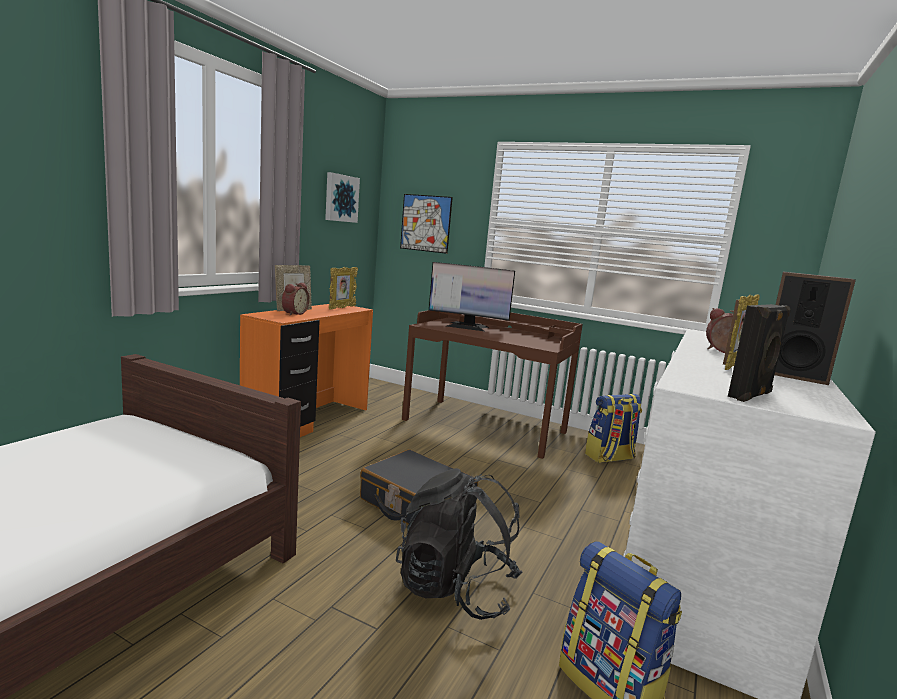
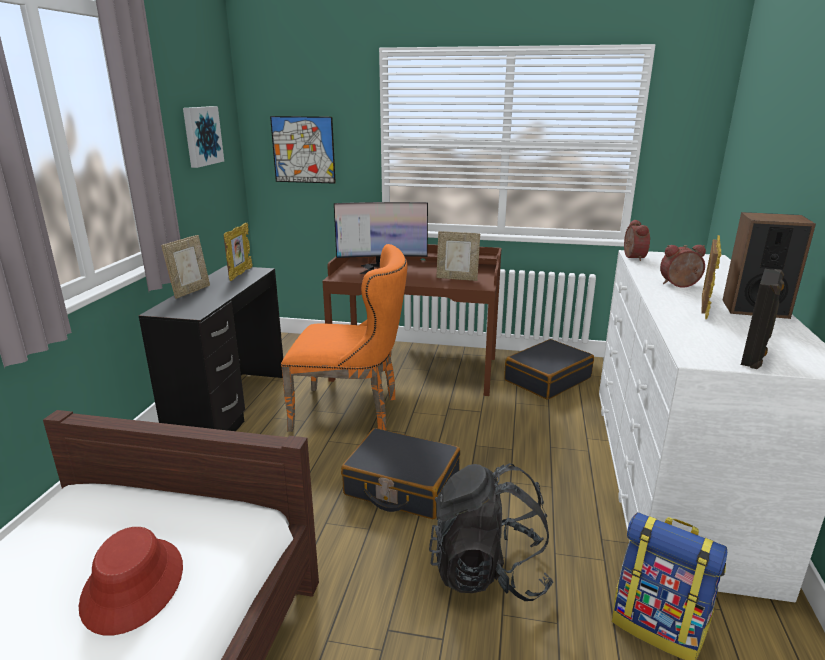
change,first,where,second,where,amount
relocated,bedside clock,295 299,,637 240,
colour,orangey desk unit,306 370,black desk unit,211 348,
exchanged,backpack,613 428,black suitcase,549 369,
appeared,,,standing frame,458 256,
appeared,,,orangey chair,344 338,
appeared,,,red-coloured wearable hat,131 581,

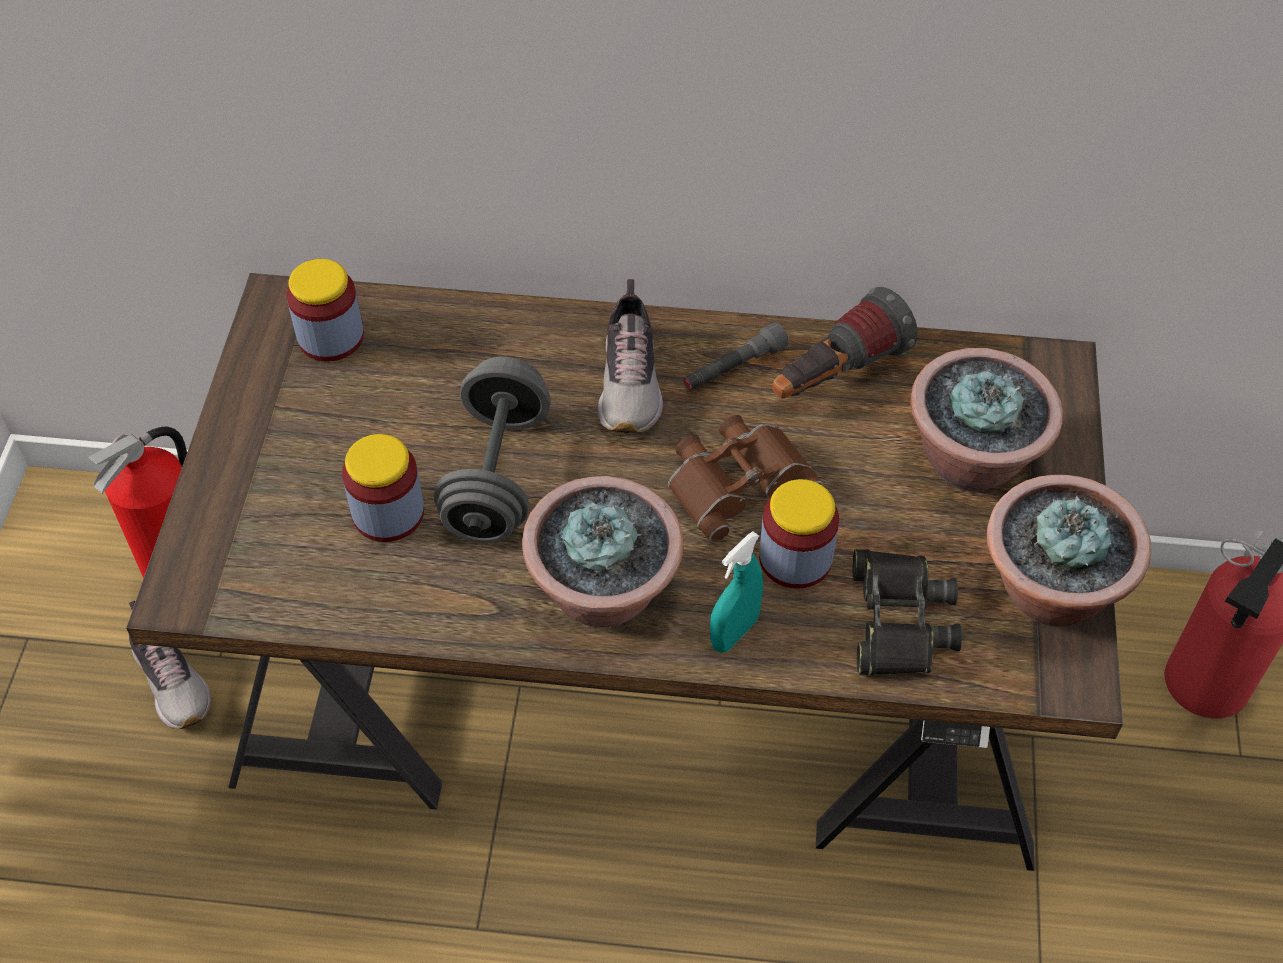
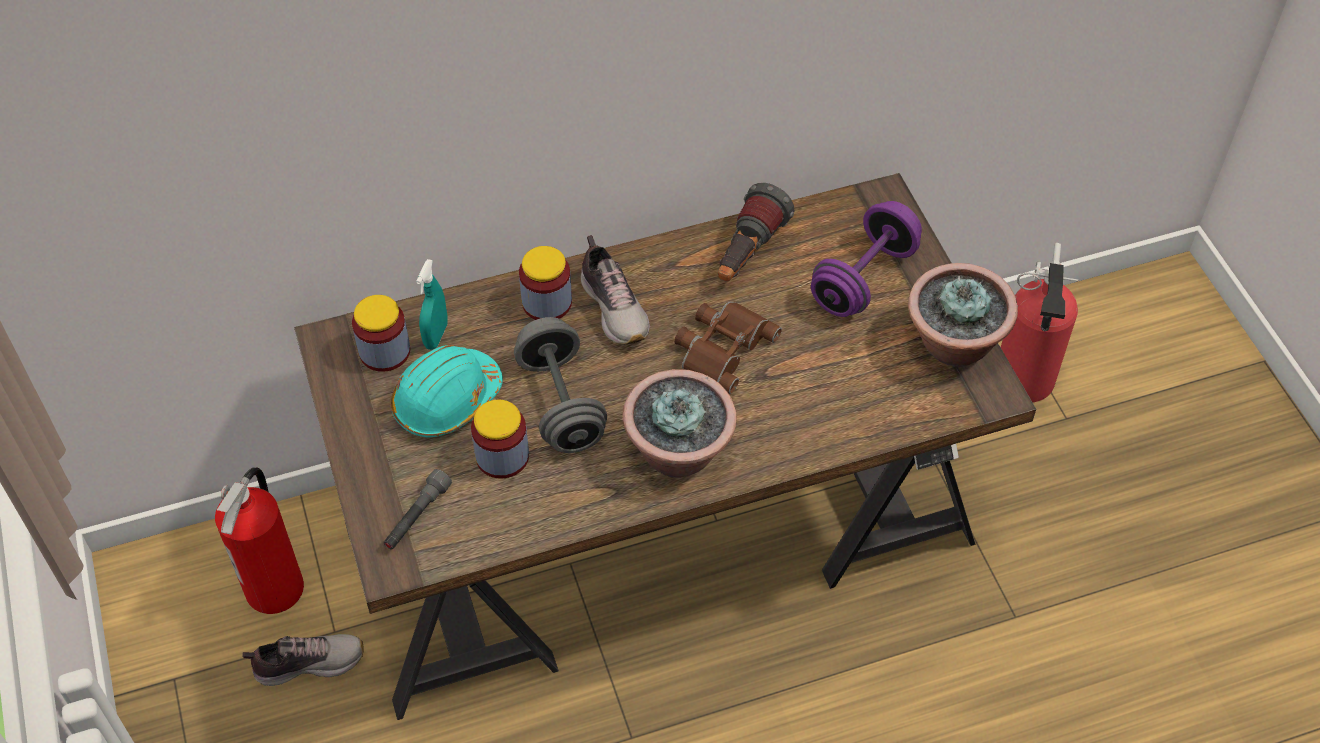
change,first,where,second,where,amount
relocated,gray flashlight,736 356,,417 509,
exchanged,houseplant,986 419,purple-coloured dumbbell,866 259,
relocated,storage jar,799 534,,545 283,
relocated,turquoise-coloured sprayer,736 592,,432 304,
missing,black pair of binoculars,907 612,,,
spun,item of footwear,170 665,,303 660,45 degrees counterclockwise
appeared,,,turquoise-coloured hard hat,447 391,

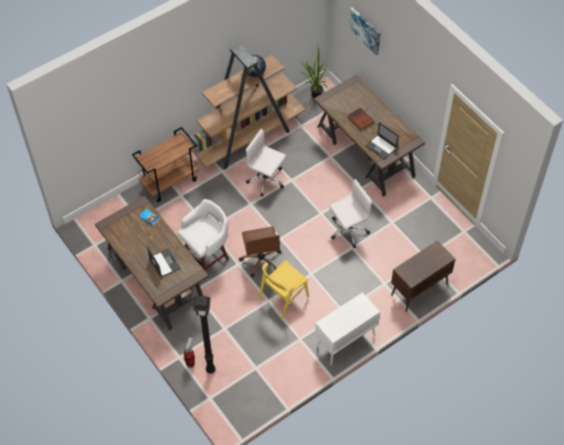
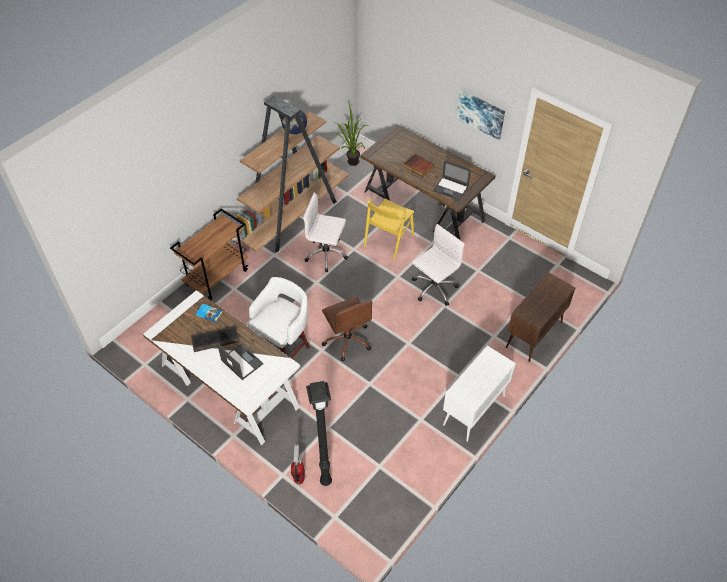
change,first,where,second,where,amount
relocated,picture,364 31,,481 115,
colour,brown-coloured desk unit,152 263,whitish desk unit,221 367,
relocated,yellow-coloured chair,284 290,,389 229,
appeared,,,computer keyboard,215 339,

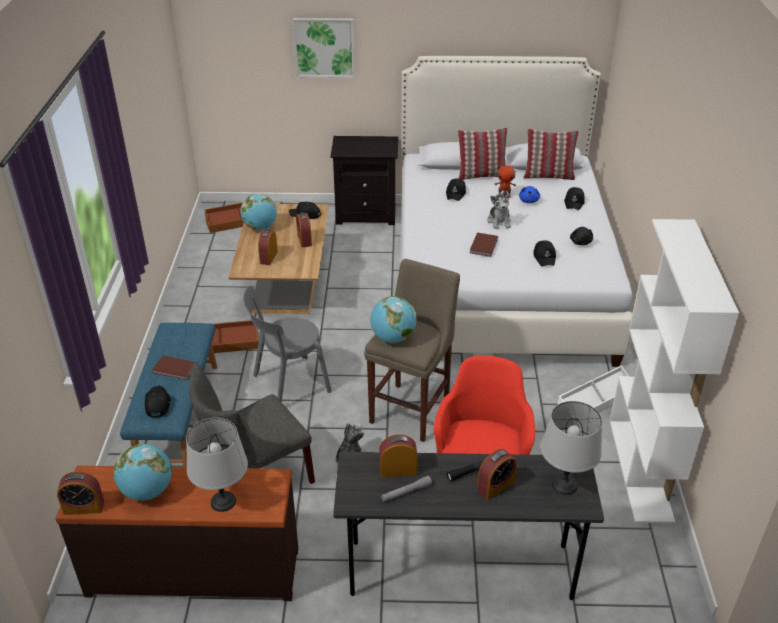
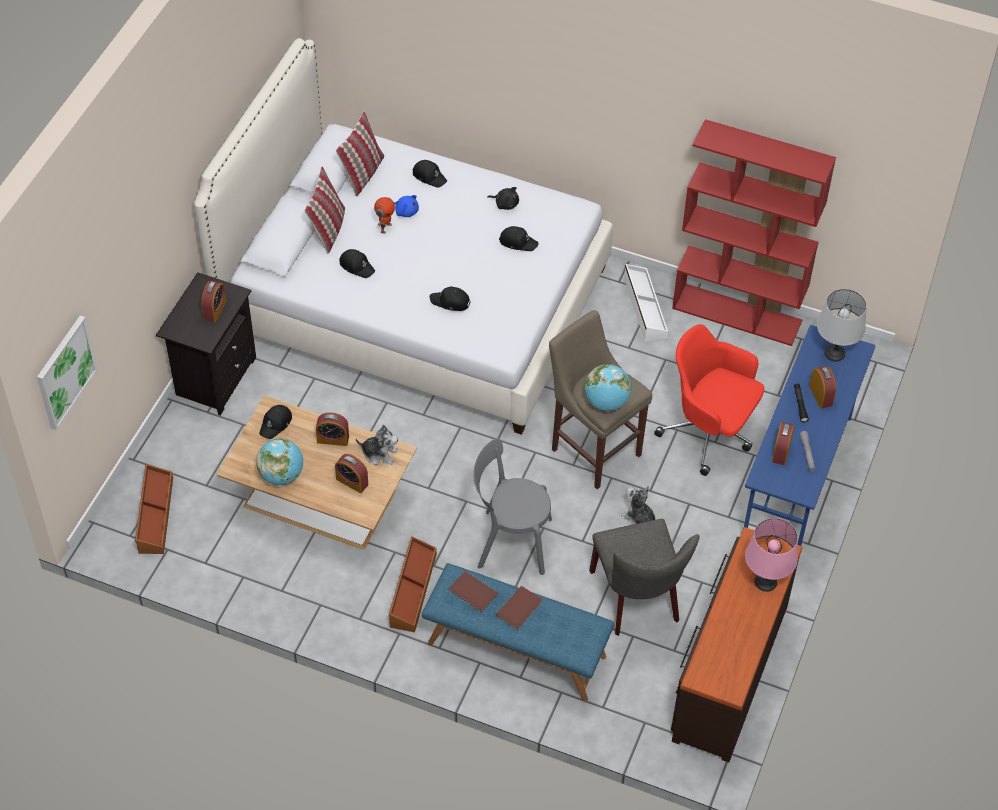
change,first,where,second,where,amount
relocated,picture,324 48,,67 373,
relocated,plush toy,499 209,,377 445,
colour,whitish bookcase,674 371,red-coloured bookcase,754 232,
relocated,brown-coloured volume,484 245,,473 591,
spun,gray chair,287 344,,512 506,105 degrees clockwise
relocated,black baseball cap,158 402,,450 298,
colour,gray table lamp,217 465,pink-coloured table lamp,771 555,
missing,world globe,143 472,,,
colour,gray desk unit,468 526,blue desk unit,809 435,
relocated,bedside clock,80 493,,213 301,

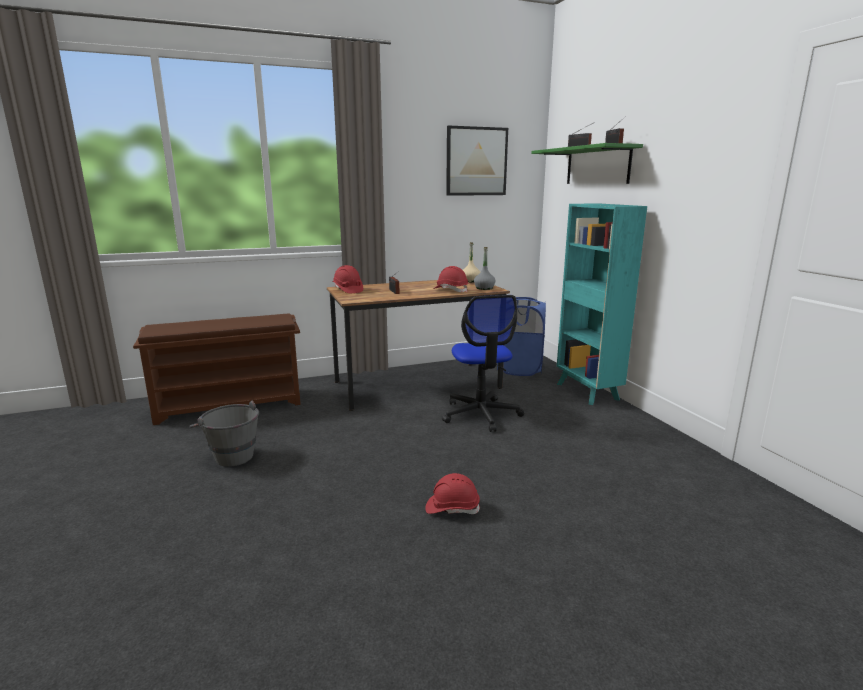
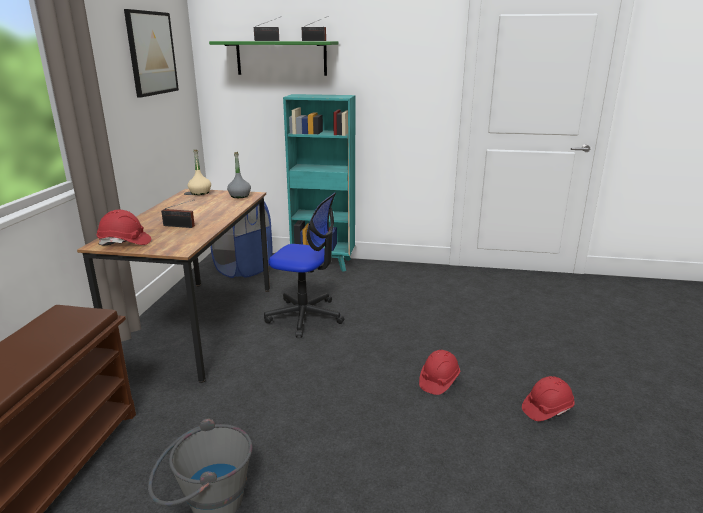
change,first,where,second,where,amount
relocated,red-coloured hard hat,451 279,,548 398,

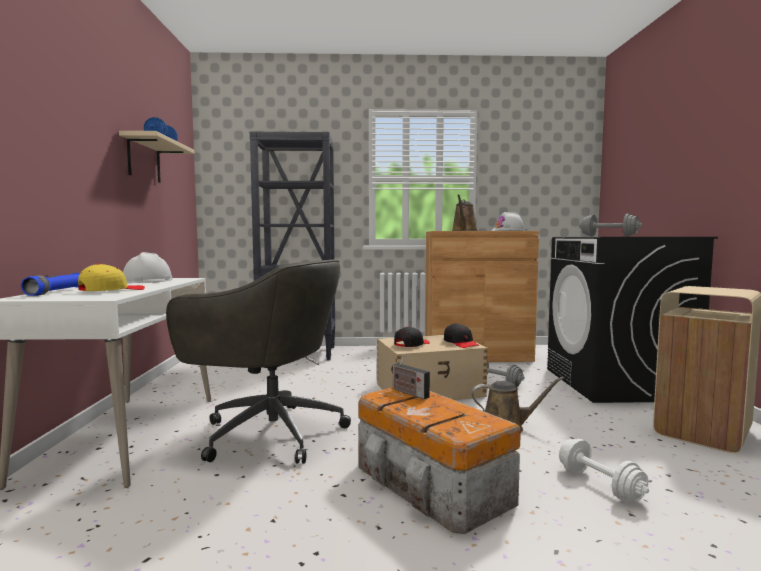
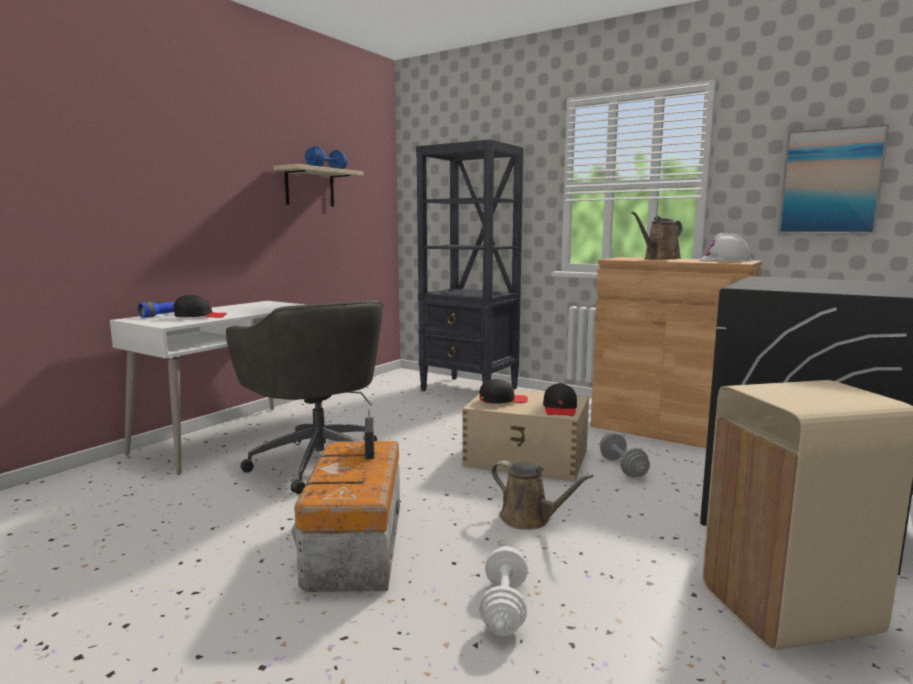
change,first,where,second,where,amount
missing,gray dumbbell,610 225,,,
missing,whitish hard hat,148 267,,,
colour,yellow-coloured baseball cap,111 277,black baseball cap,200 306,
appeared,,,picture,833 178,

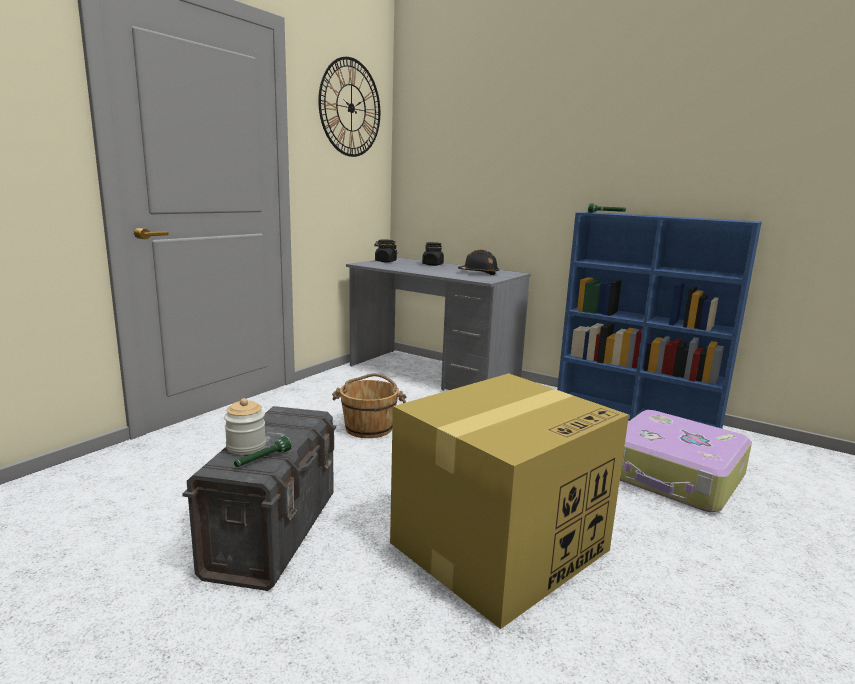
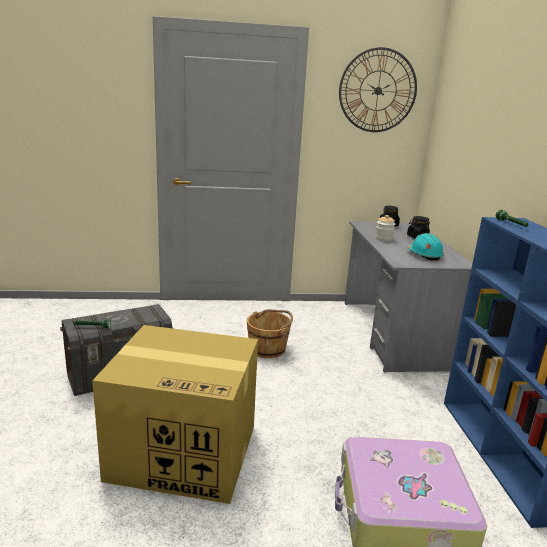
change,first,where,second,where,amount
colour,black hard hat,479 262,turquoise-coloured hard hat,425 246,
relocated,storage jar,245 426,,385 228,

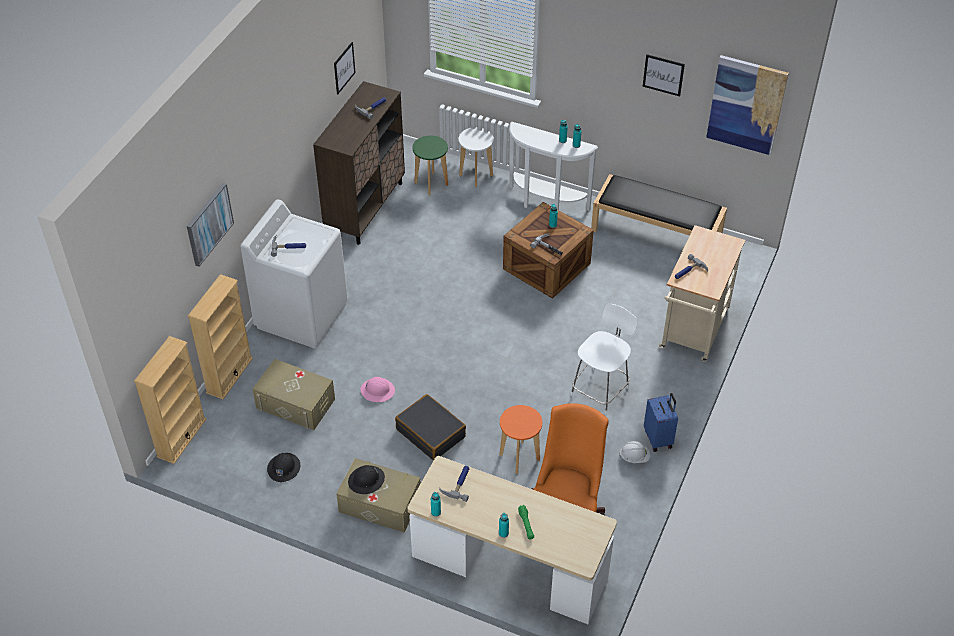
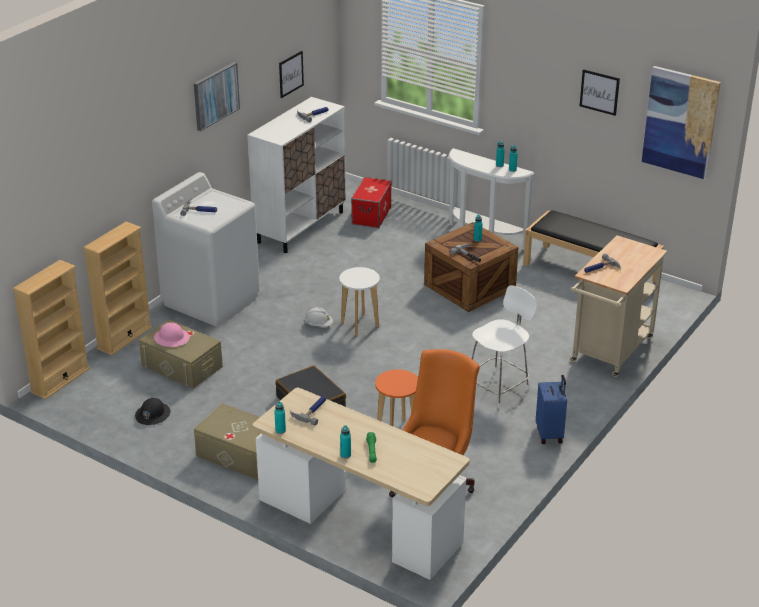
change,first,where,second,where,amount
colour,brown-coloured cupboard,359 163,whitish cupboard,296 175,
relocated,whitish sitting stool,476 157,,359 301,
exchanged,green-coloured sitting stool,430 165,storage bin,371 202,
relocated,picture,210 225,,217 96,
relocated,pink-coloured hard hat,378 389,,172 334,
relocated,whitish hard hat,634 452,,318 317,
missing,black hard hat,366 479,,,

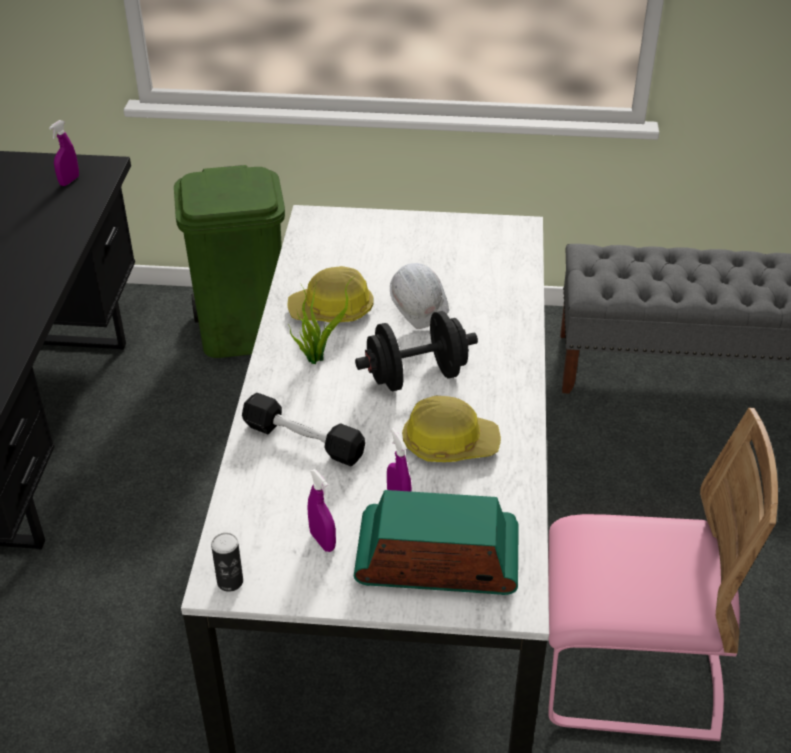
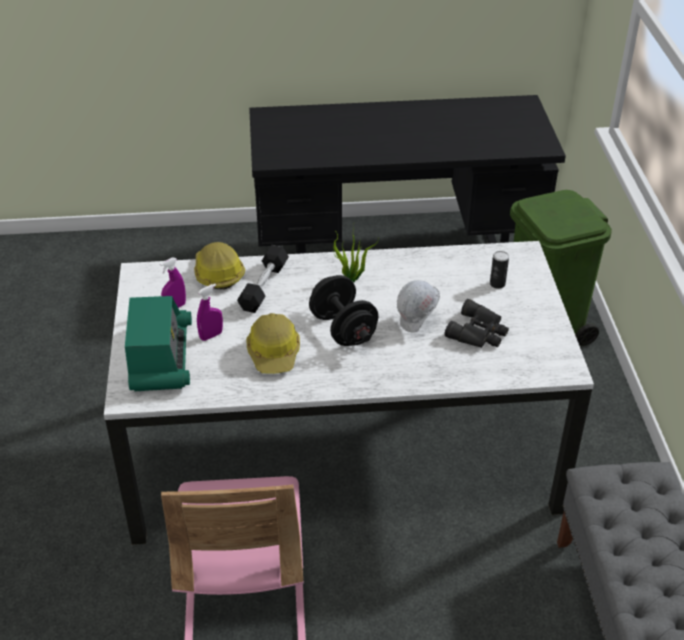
change,first,where,second,where,amount
missing,purple-coloured sprayer,64 153,,,
relocated,hard hat,330 294,,219 266,
relocated,metal can,227 562,,499 270,
appeared,,,black pair of binoculars,477 323,

